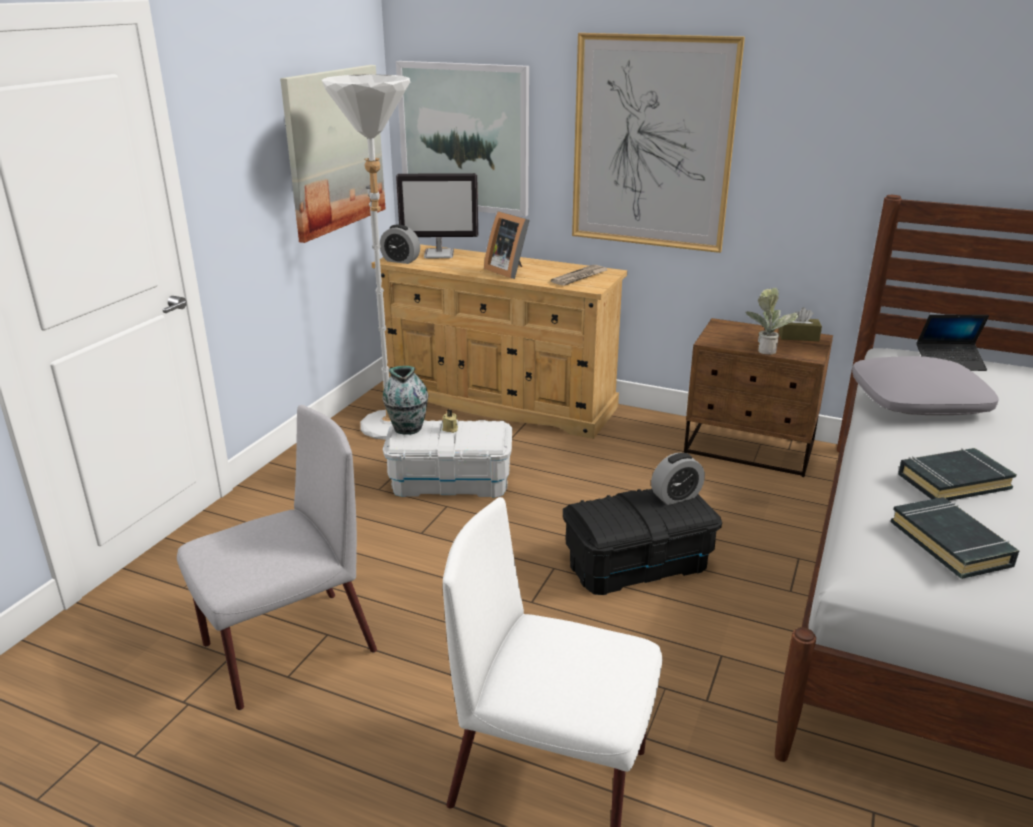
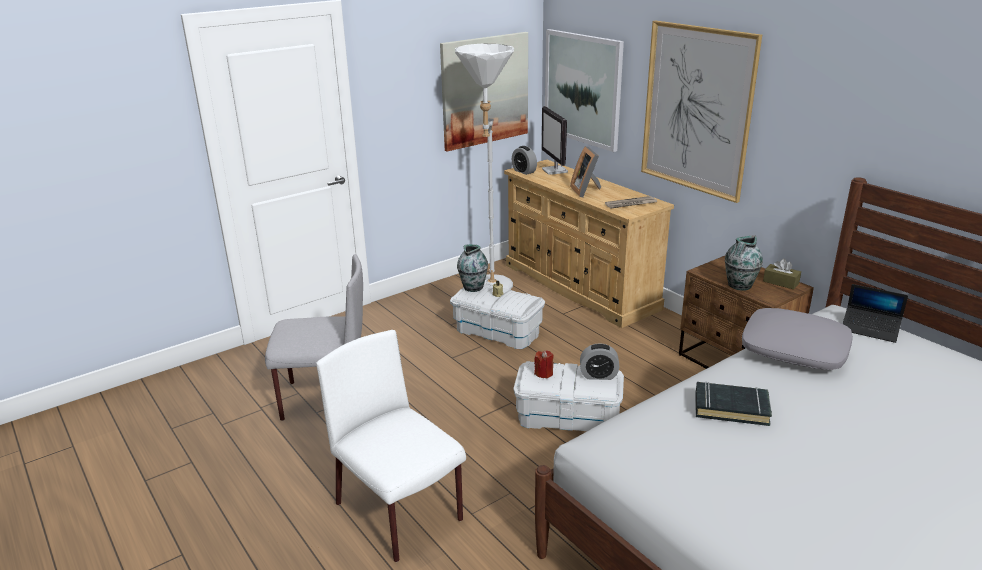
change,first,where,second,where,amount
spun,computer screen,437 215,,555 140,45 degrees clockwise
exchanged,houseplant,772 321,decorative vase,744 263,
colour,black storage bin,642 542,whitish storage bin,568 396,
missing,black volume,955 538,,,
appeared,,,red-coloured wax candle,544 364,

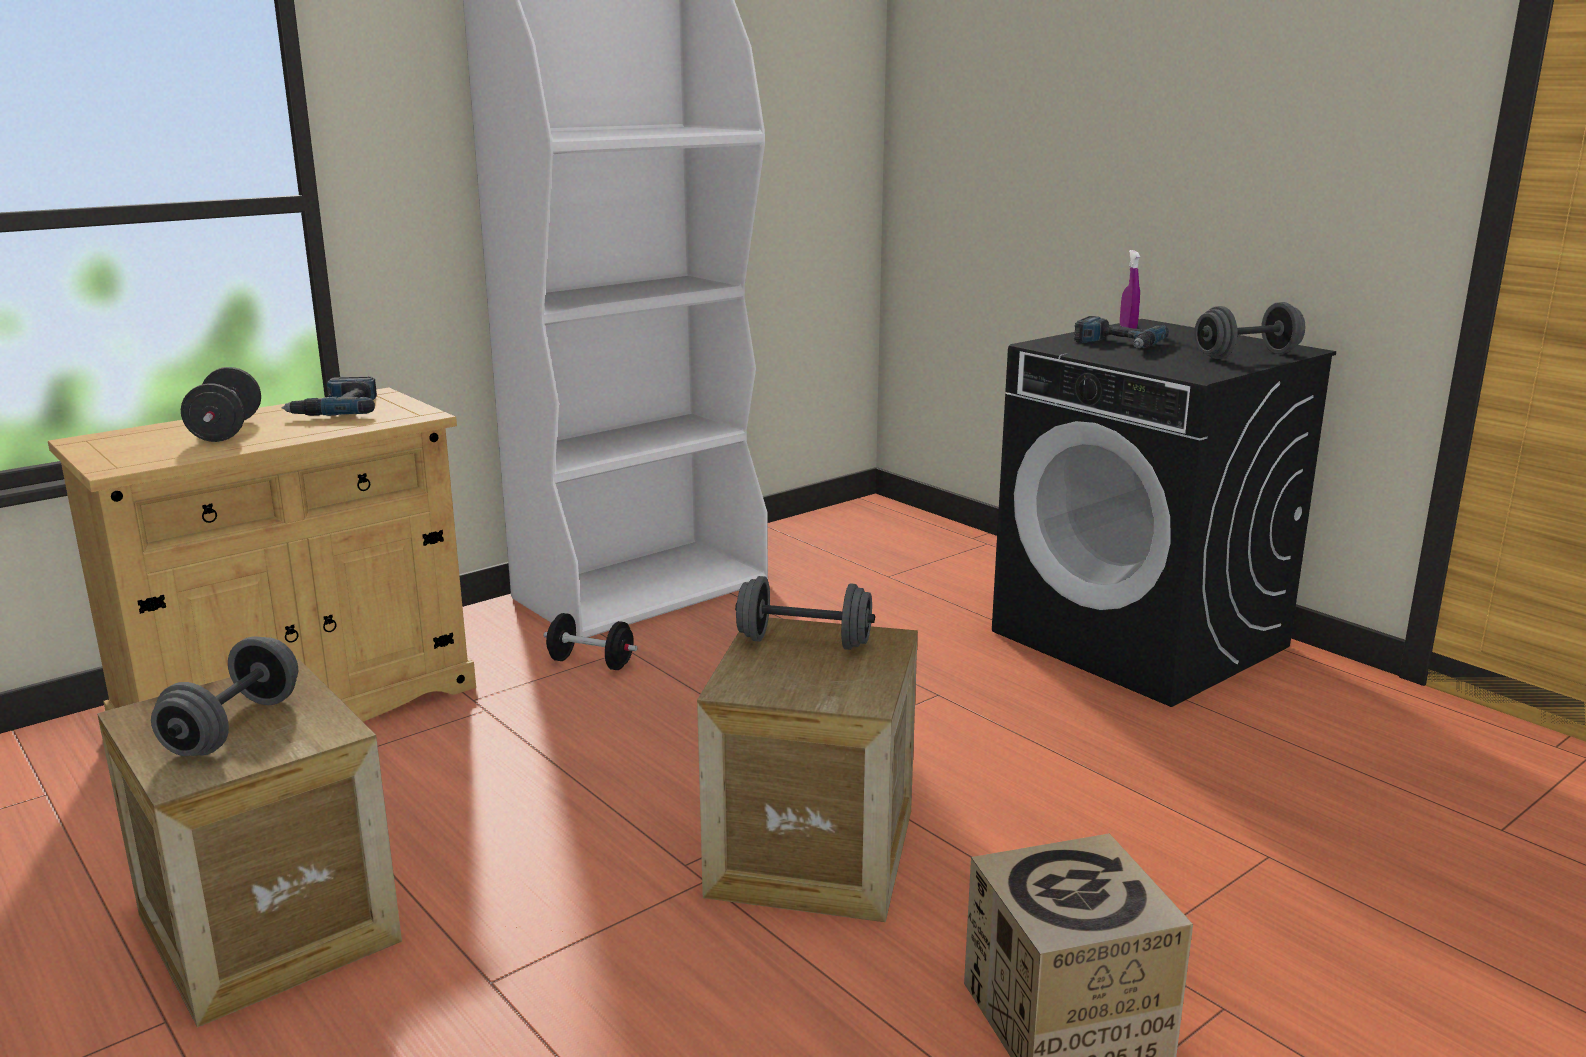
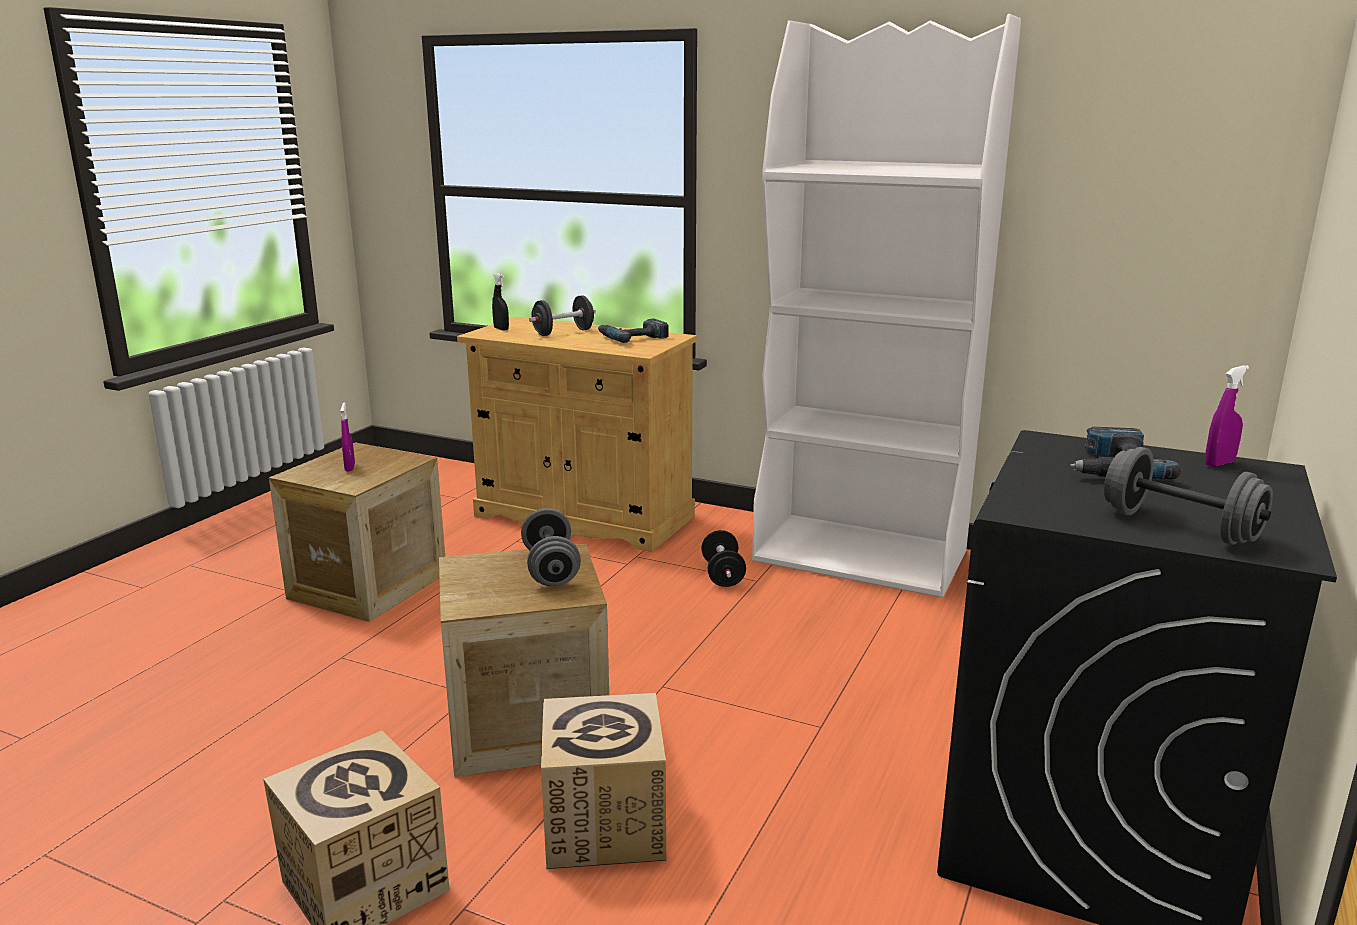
change,first,where,second,where,amount
exchanged,gray dumbbell,224 696,purple-coloured sprayer,347 437,
appeared,,,black sprayer,500 302,
appeared,,,cardboard box,603 781,

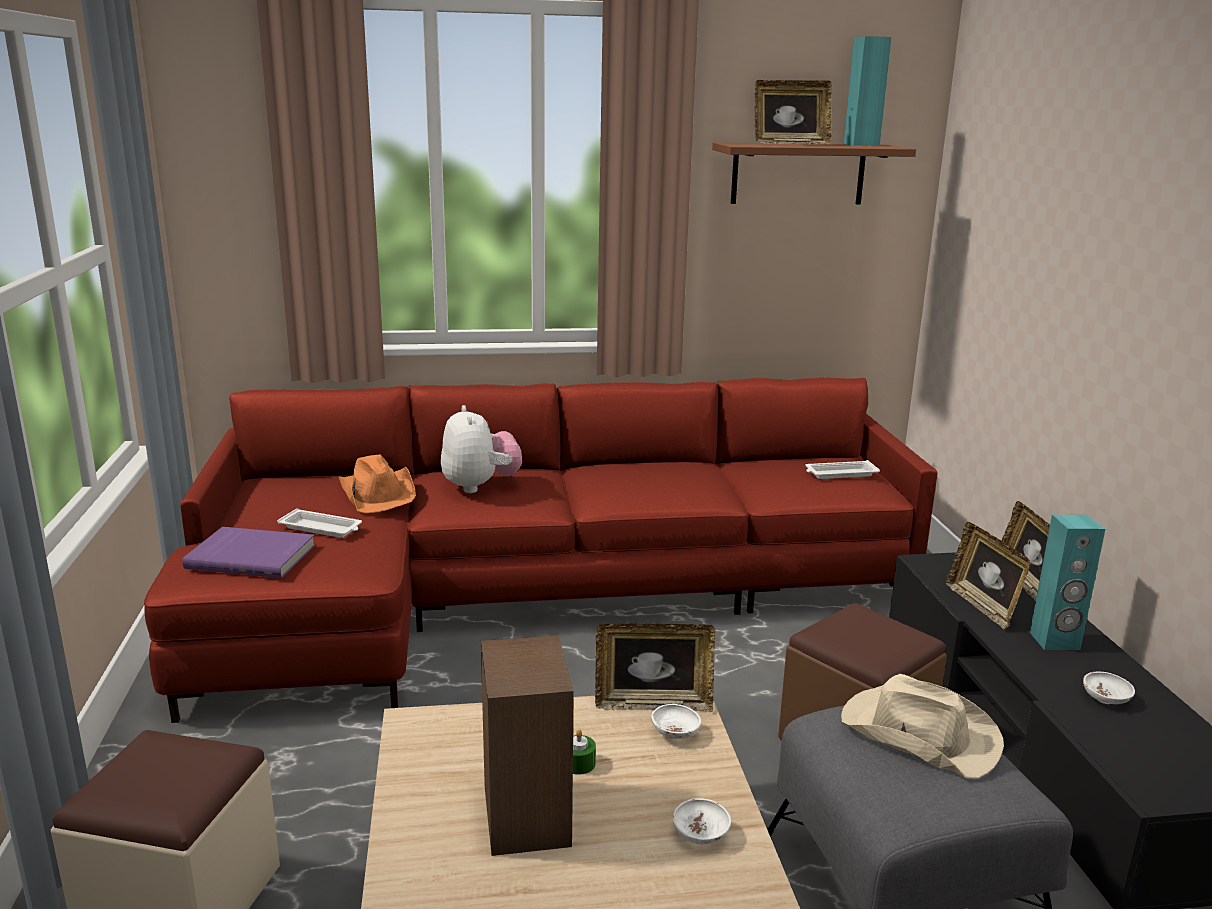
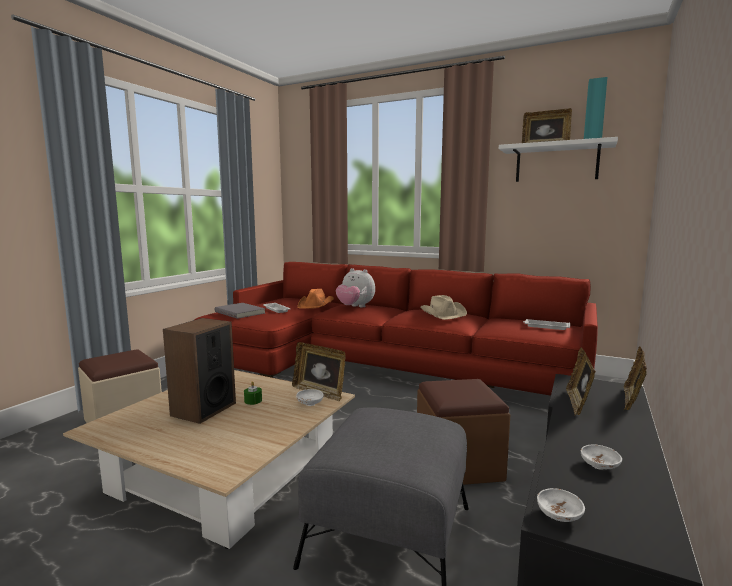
change,first,where,second,where,amount
colour,brown-coloured wall shelf,814 173,whitish wall shelf,558 159,
spun,plush toy,481 449,,355 287,105 degrees clockwise
missing,turquoise-coloured audio speaker,1067 582,,,
colour,purple-coloured volume,248 552,gray volume,239 311,
relocated,beige wearable hat,922 726,,444 307,
relocated,whitish serving bowl,702 821,,561 505,

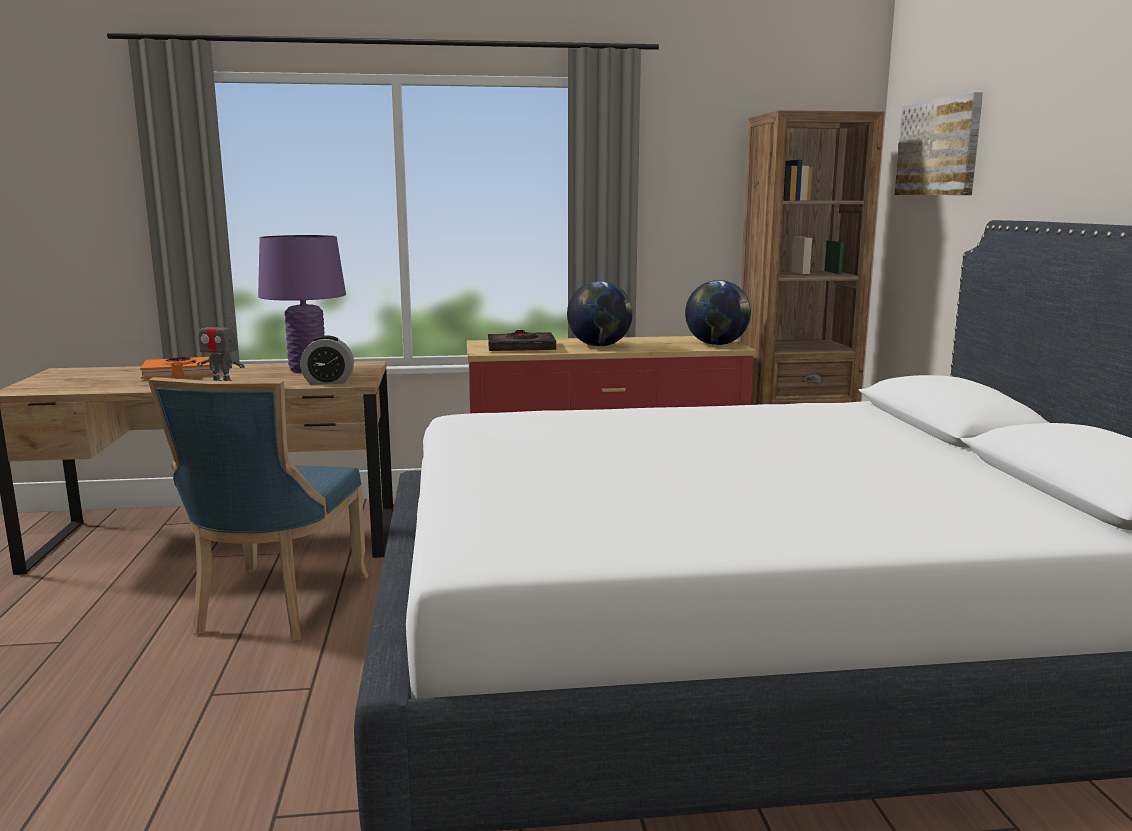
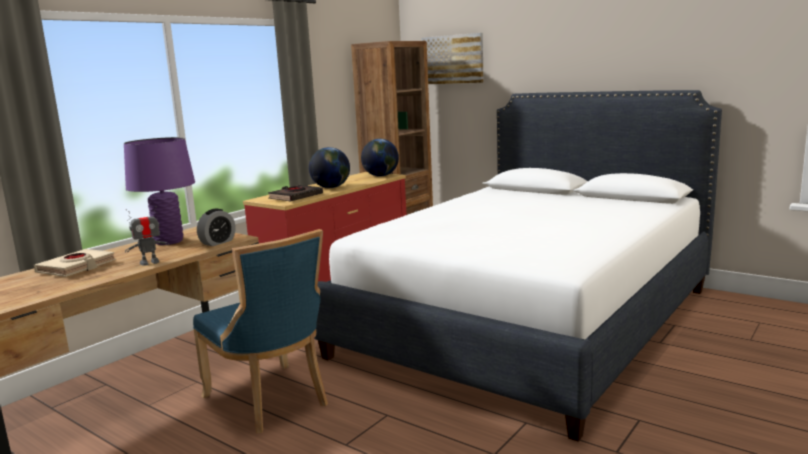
change,first,where,second,where,amount
colour,orangey volume,176 368,beige volume,75 263,

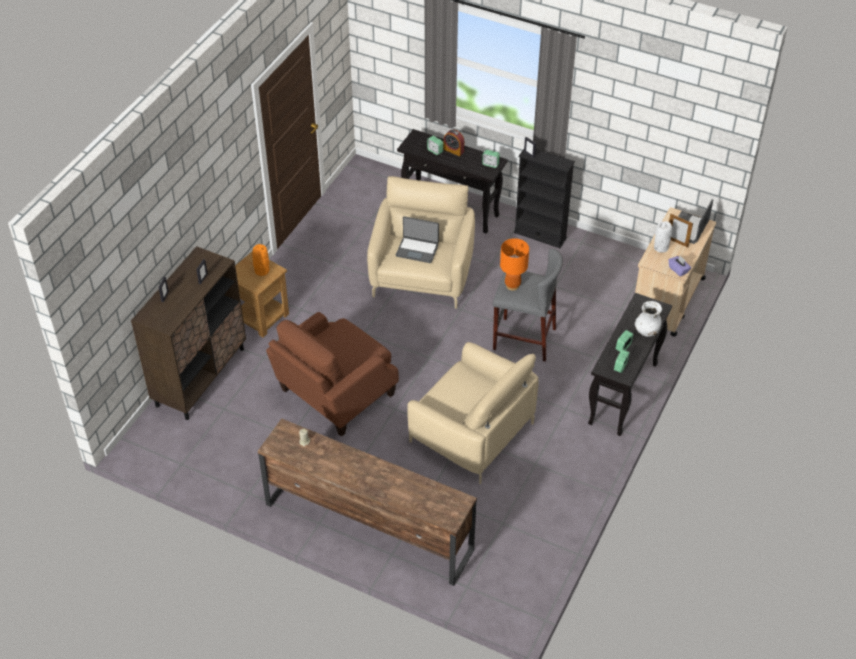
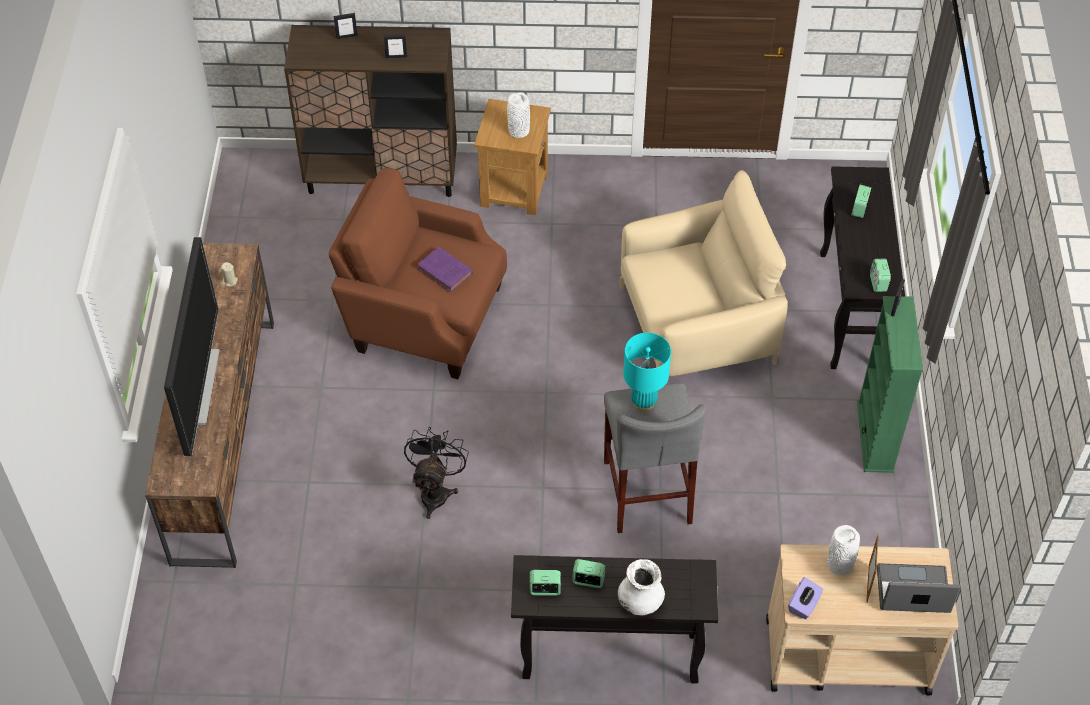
change,first,where,second,where,amount
missing,bedside clock,454 142,,,
colour,black bookcase,544 198,green-coloured bookcase,890 384,
missing,laptop,417 239,,,
colour,orangey table lamp,514 264,turquoise-coloured table lamp,647 372,
colour,orangey decorative vase,260 260,whitish decorative vase,518 115,
exchanged,beige lounge chair,472 413,black fan,436 473,
appeared,,,television,191 346,
appeared,,,purple-coloured volume,445 270,

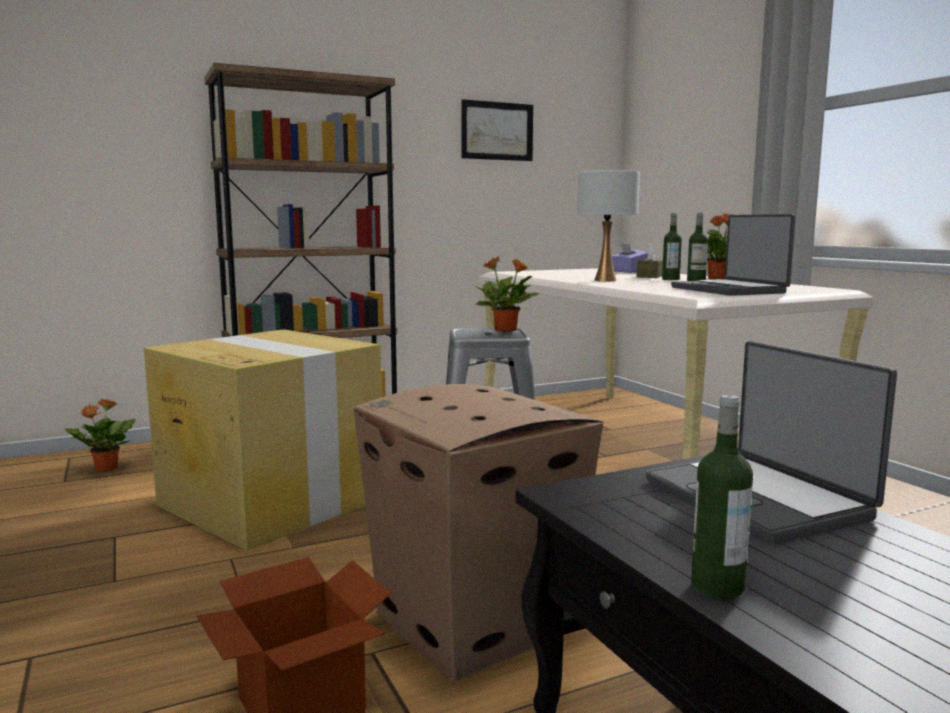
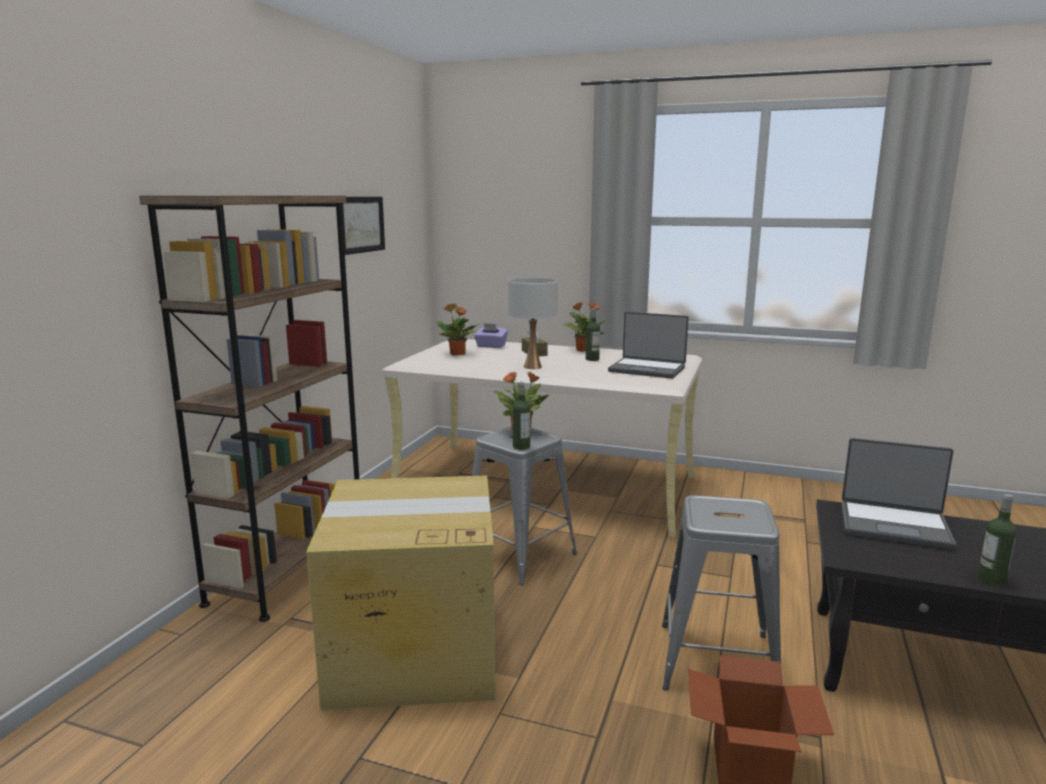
change,first,where,second,where,amount
relocated,bottle,672 246,,521 416,
exchanged,cardboard box,479 533,gray sitting stool,721 592,
relocated,houseplant,100 435,,457 329,

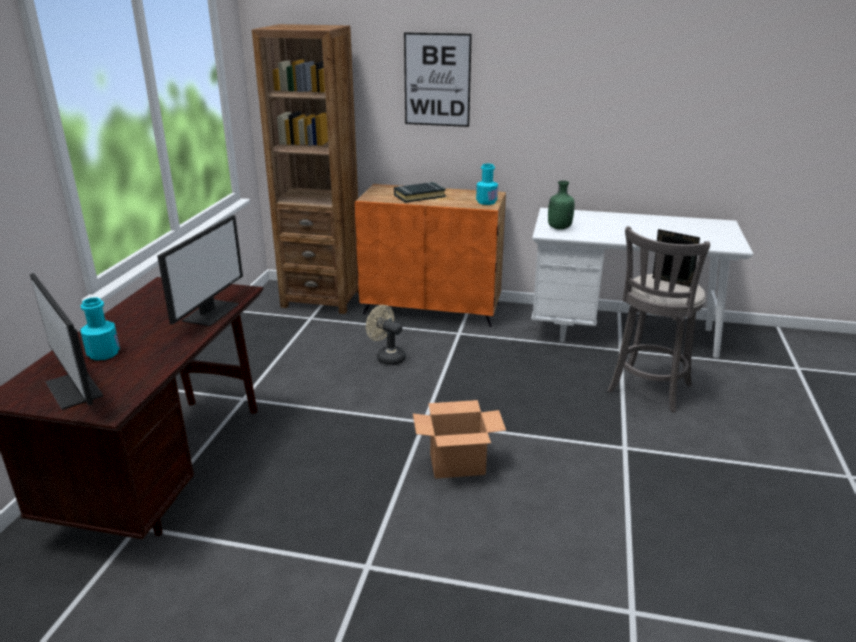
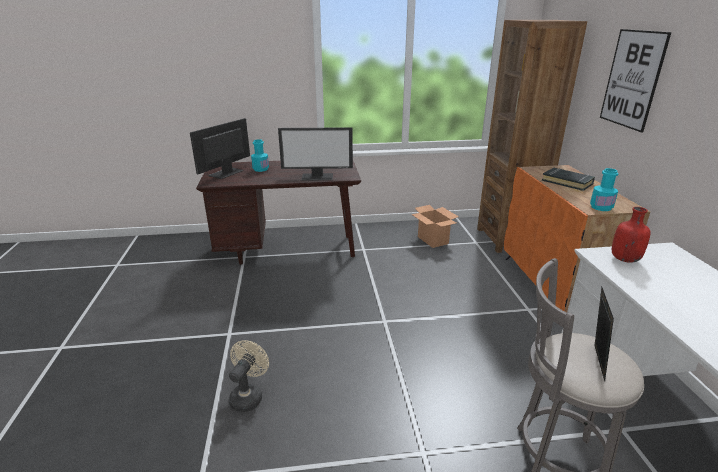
change,first,where,second,where,amount
colour,green-coloured bottle,561 205,red-coloured bottle,631 234,
relocated,beige fan,386 335,,249 376,
relocated,cardboard box,459 439,,435 226,

